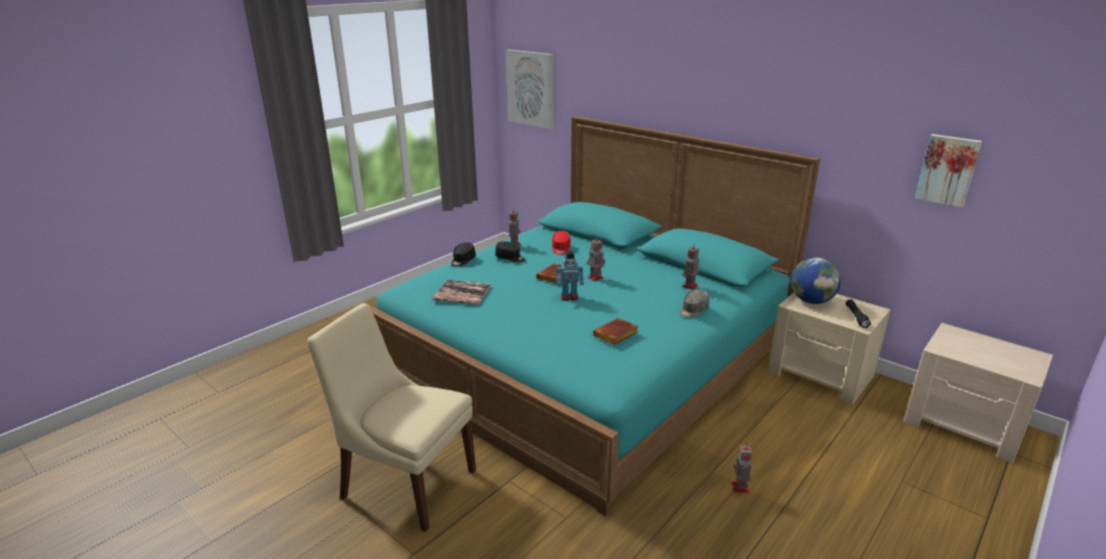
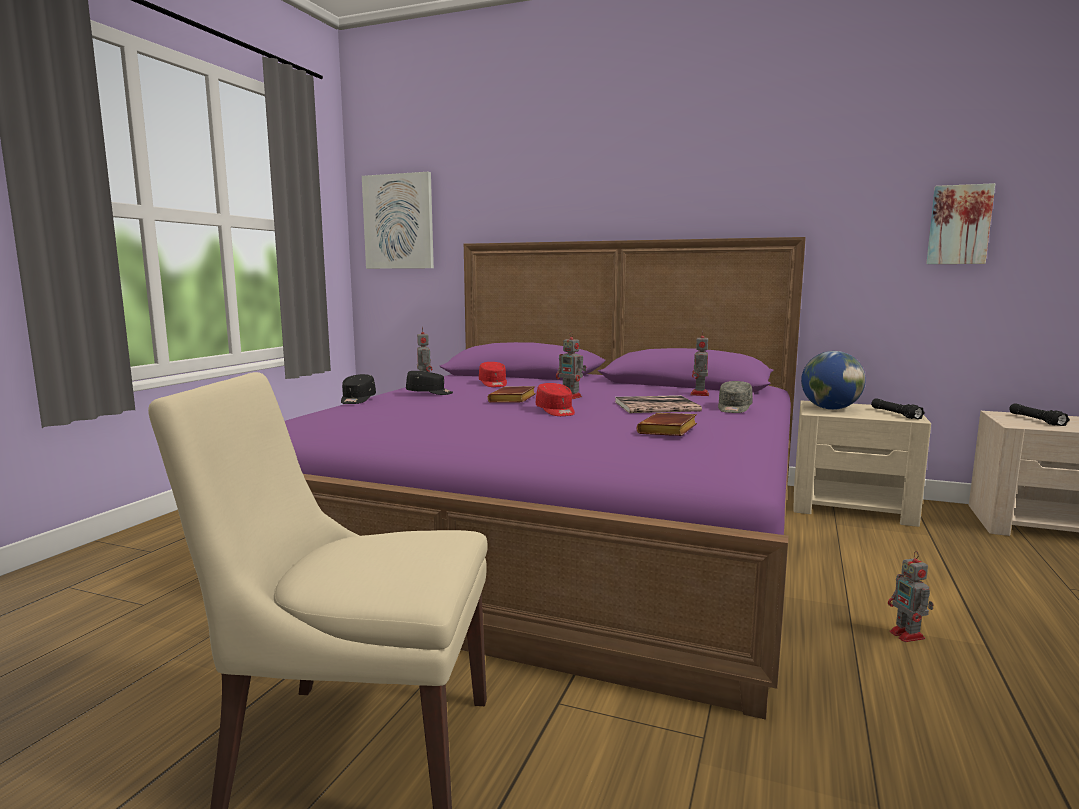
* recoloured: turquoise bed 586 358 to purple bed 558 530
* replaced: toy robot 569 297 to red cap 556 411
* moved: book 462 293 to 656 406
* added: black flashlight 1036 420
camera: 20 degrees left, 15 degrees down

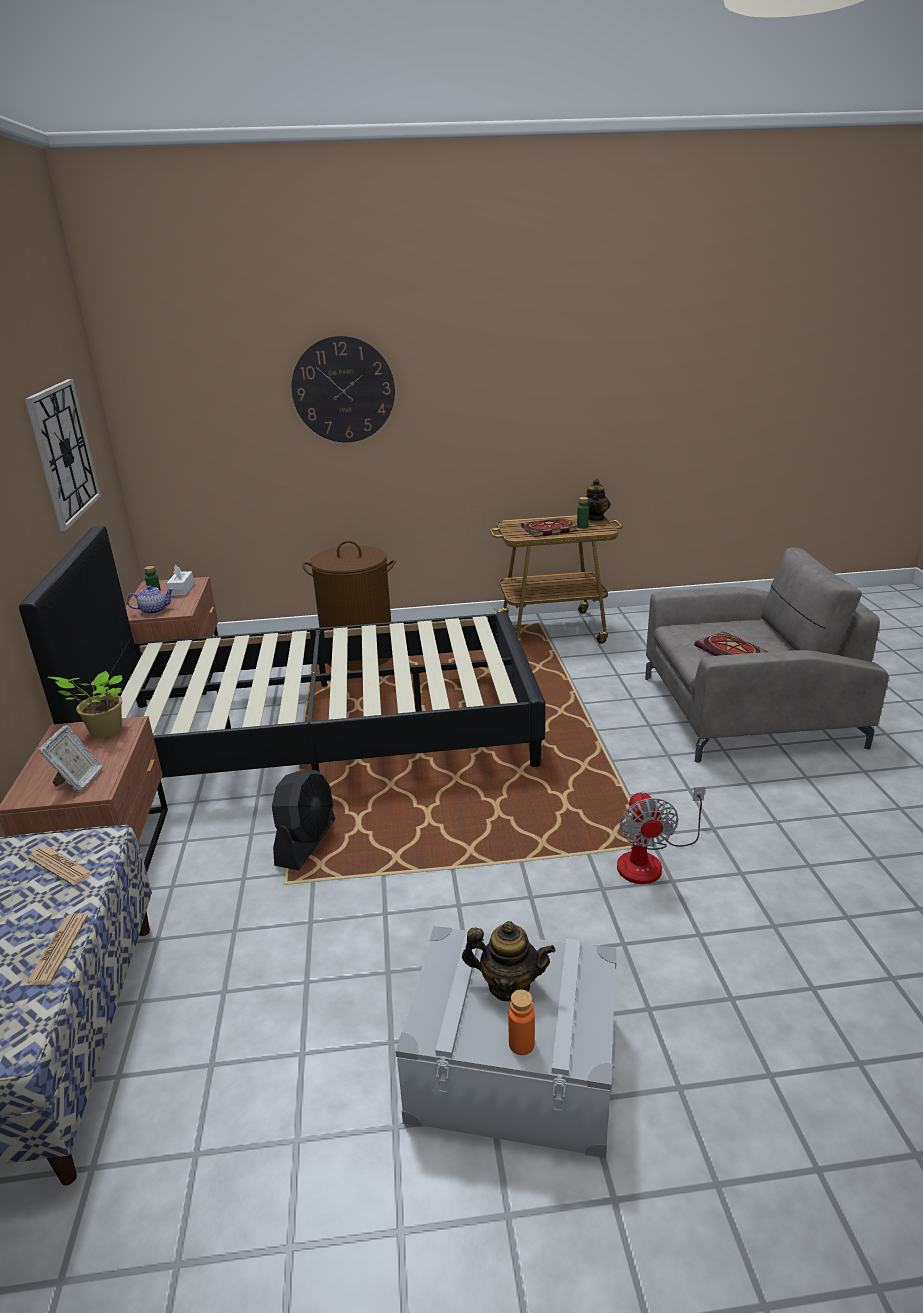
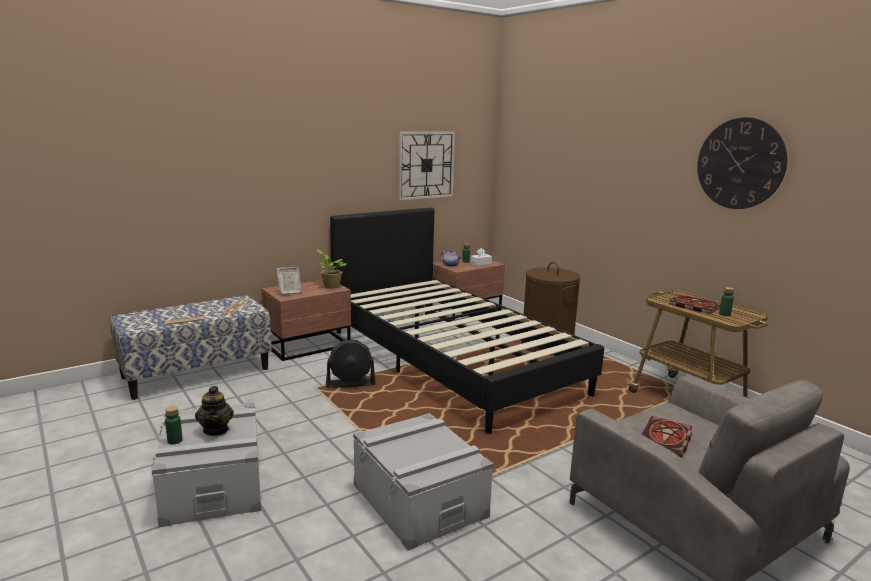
* recoloured: orange bottle 521 1044 to green bottle 175 441
* replaced: fan 650 860 to grey storage box 419 500
* moved: wall clock 343 390 to 740 163
* removed: teapot 595 518
camera: 60 degrees right, 10 degrees down

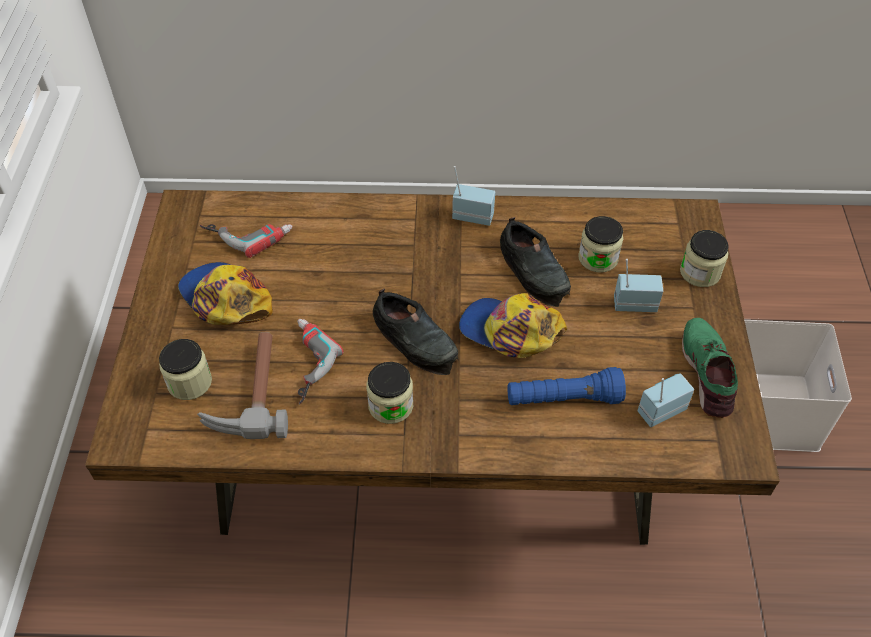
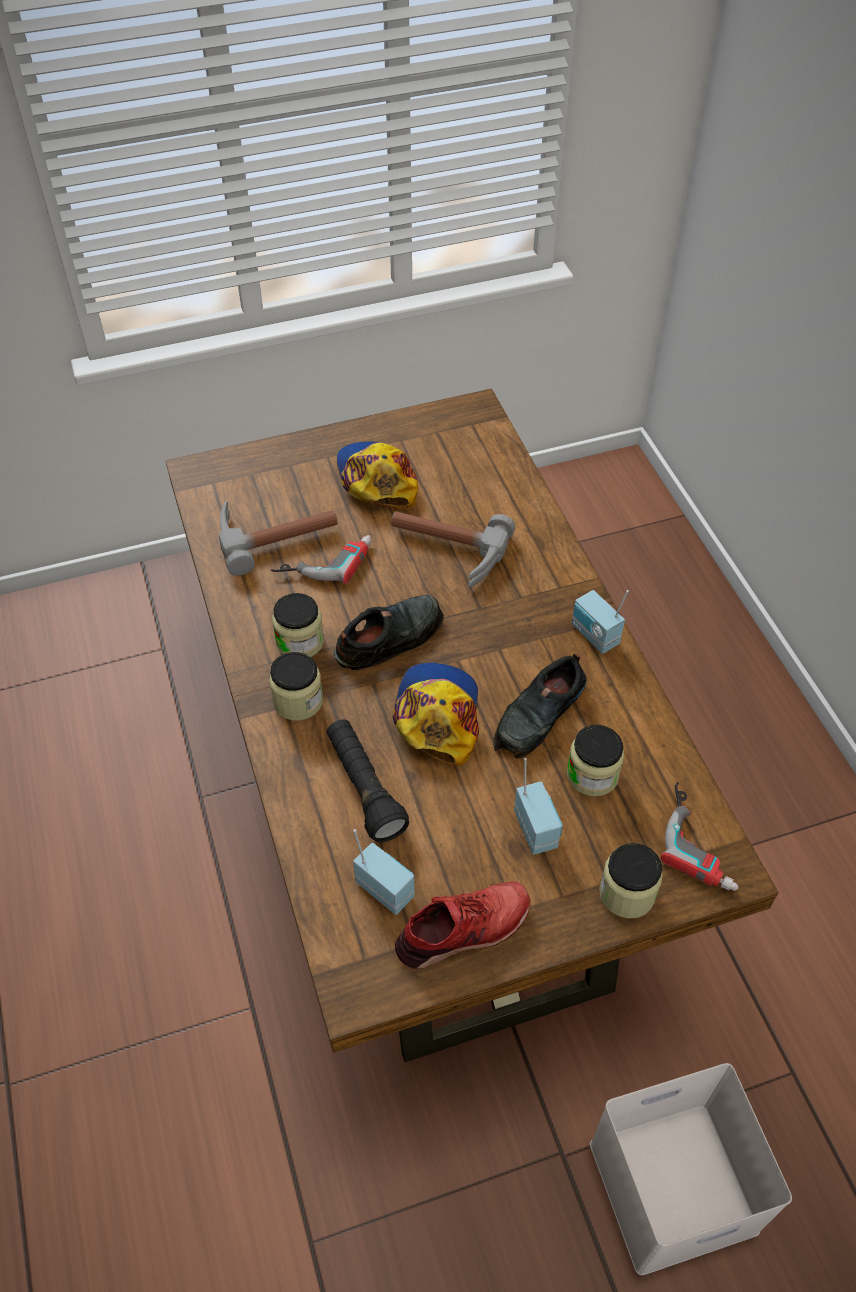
* moved: jar 189 382 to 298 701
* recoloured: blue flashlight 563 399 to black flashlight 364 788
* turned: black shoe 415 339 = 390 637 150 degrees counterclockwise
* turned: cap 225 299 = 376 479 45 degrees counterclockwise
* added: hammer 445 551
* recoloured: green shoe 708 372 to red shoe 463 931
* turned: radio 473 216 = 594 636 150 degrees clockwise
* moved: power drill 248 232 to 703 841
camera: 70 degrees right, 0 degrees up

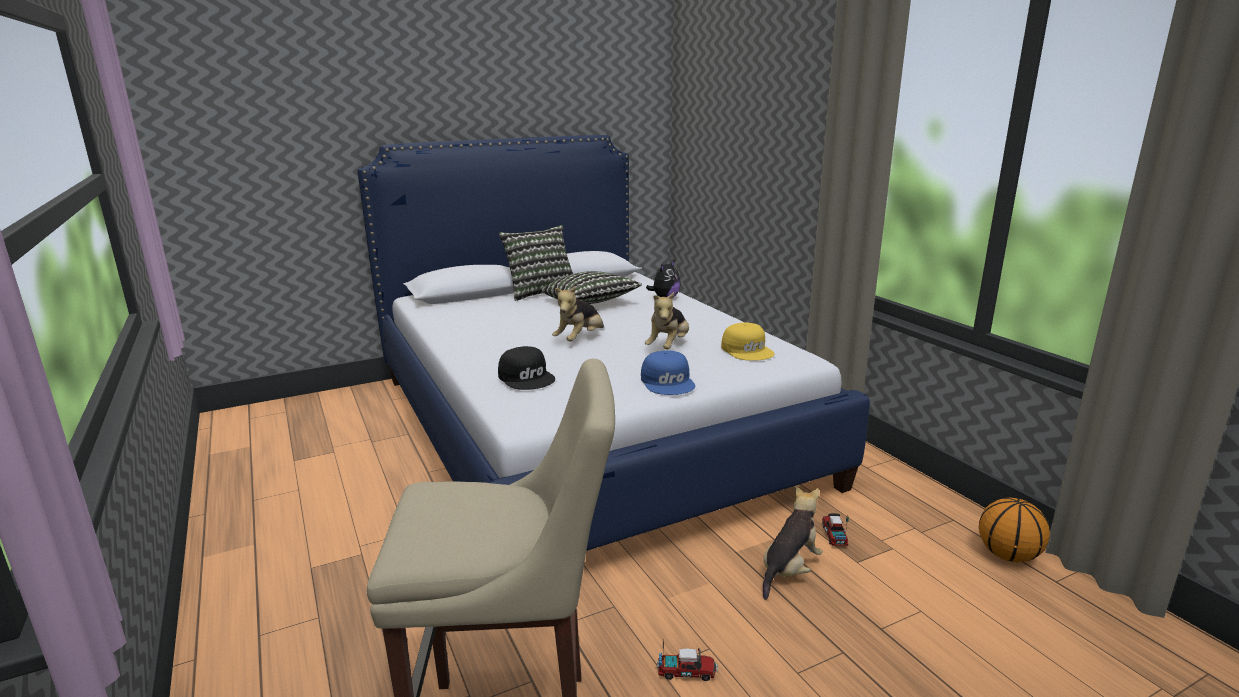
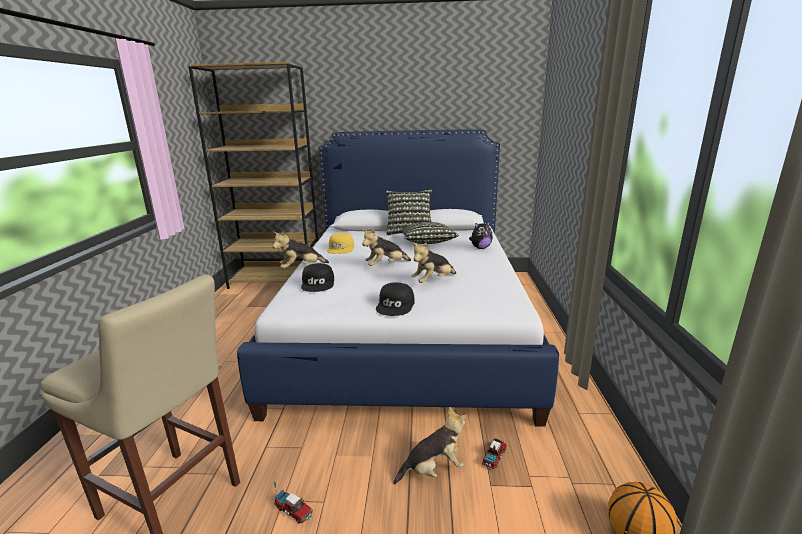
* added: brown bookcase 276 280
* added: plush toy 301 268
* moved: yellow cap 747 350 to 341 249
* recoloured: blue cap 668 382 to black cap 396 305
camera: 30 degrees right, 0 degrees up

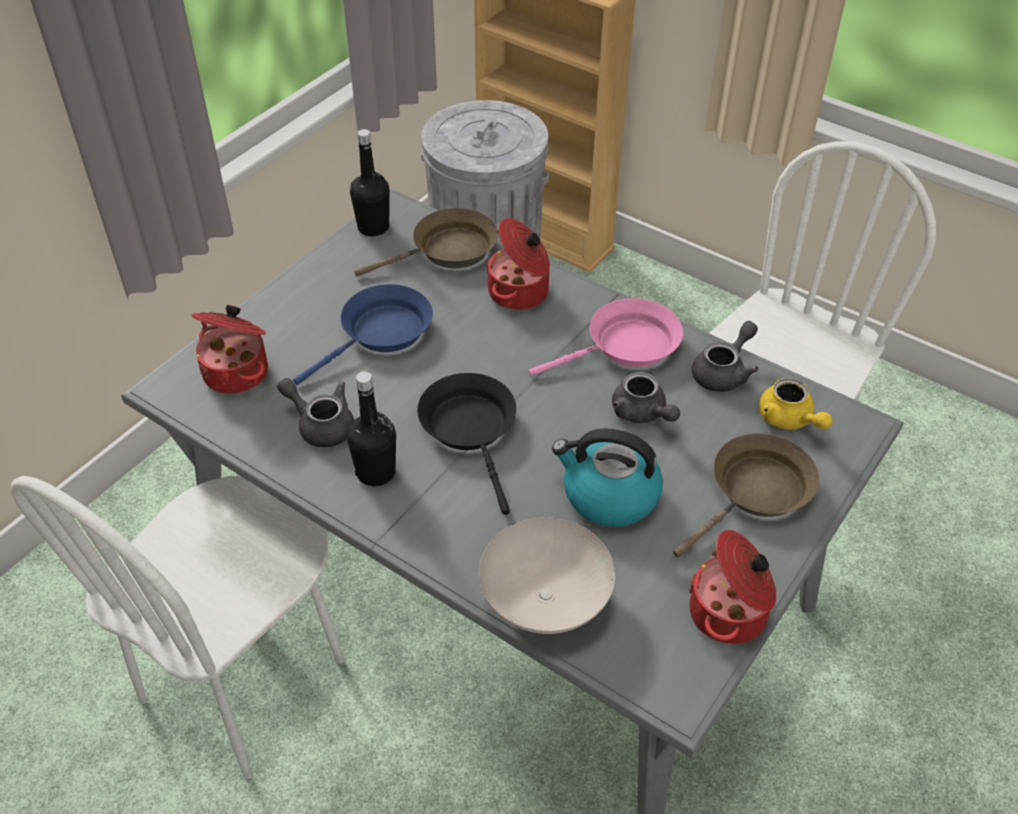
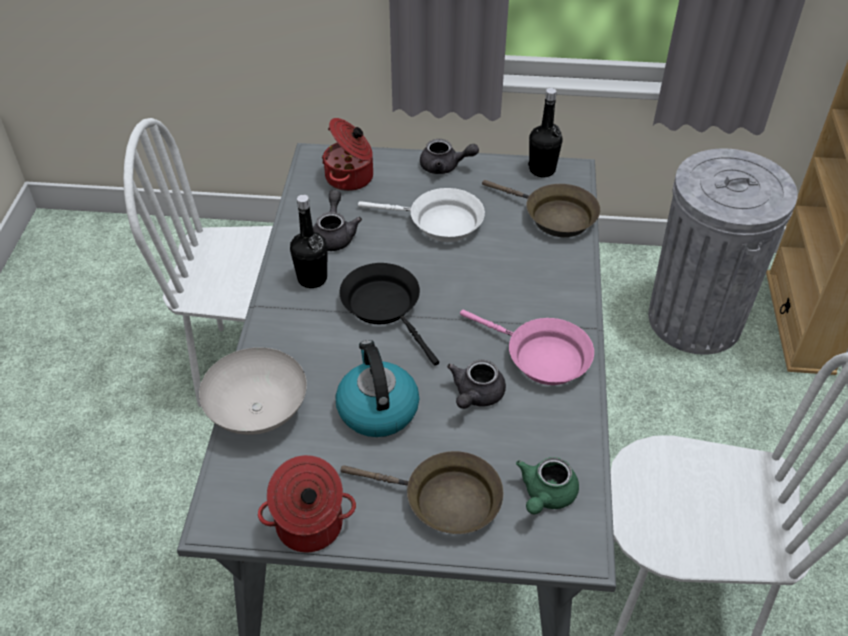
* turned: black frying pan 471 429 = 385 307 75 degrees counterclockwise
* recoloured: blue frying pan 381 334 to white frying pan 439 223
* moved: grey teapot 724 372 to 445 166
* recoloured: yellow teapot 789 420 to green teapot 545 495
* removed: cooking pot 520 293
camera: 60 degrees right, 0 degrees up

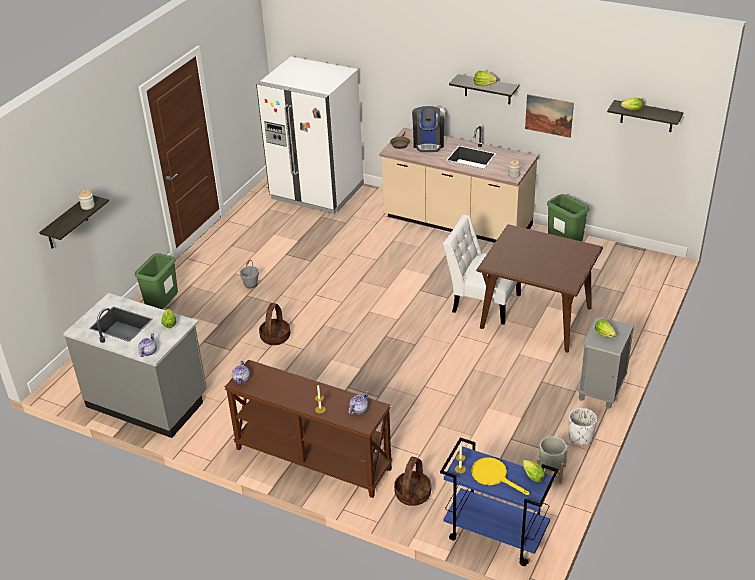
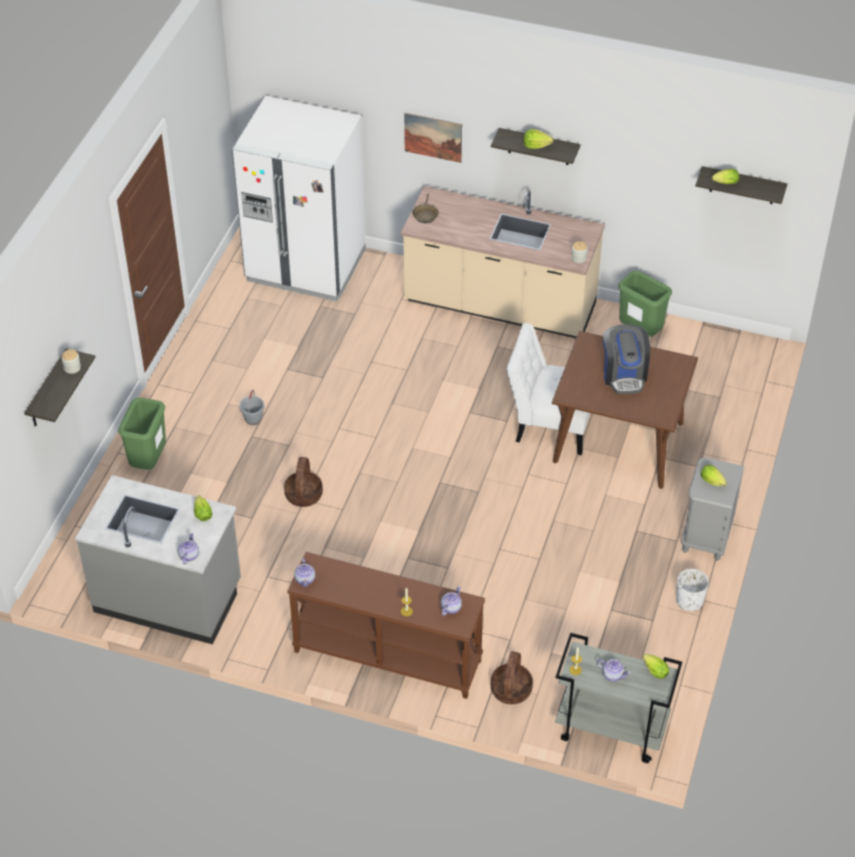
* moved: picture 549 115 to 433 137
* recoloured: blue cart 494 535 to grey cart 610 730
* replaced: yellow frying pan 493 476 to teapot 612 675
* moved: coffee machine 428 143 to 624 374
* removed: grey planter 550 472
camera: 10 degrees left, 10 degrees up

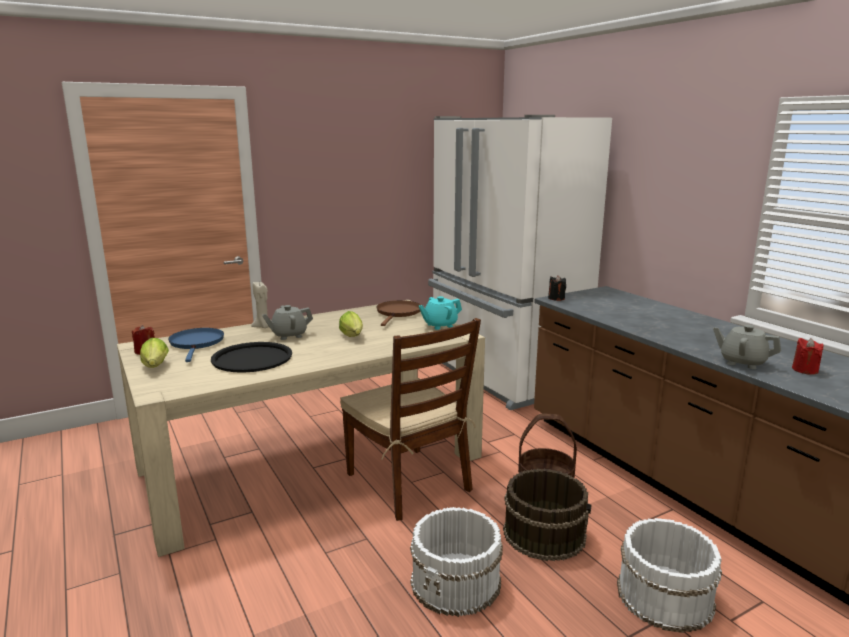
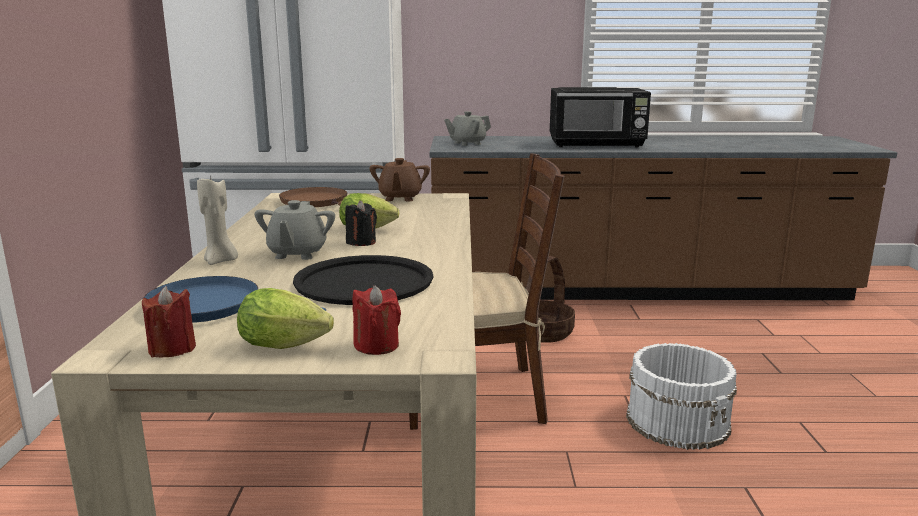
* moved: black candle 556 298 to 361 242
* moved: red candle 805 370 to 376 345
* recoloured: turquoise teapot 439 325 to brown teapot 400 198
* moved: grey teapot 742 362 to 467 143
* added: black microwave 597 144
* removed: brown bucket 544 533
* removed: white bucket 663 595
camera: 60 degrees left, 0 degrees up

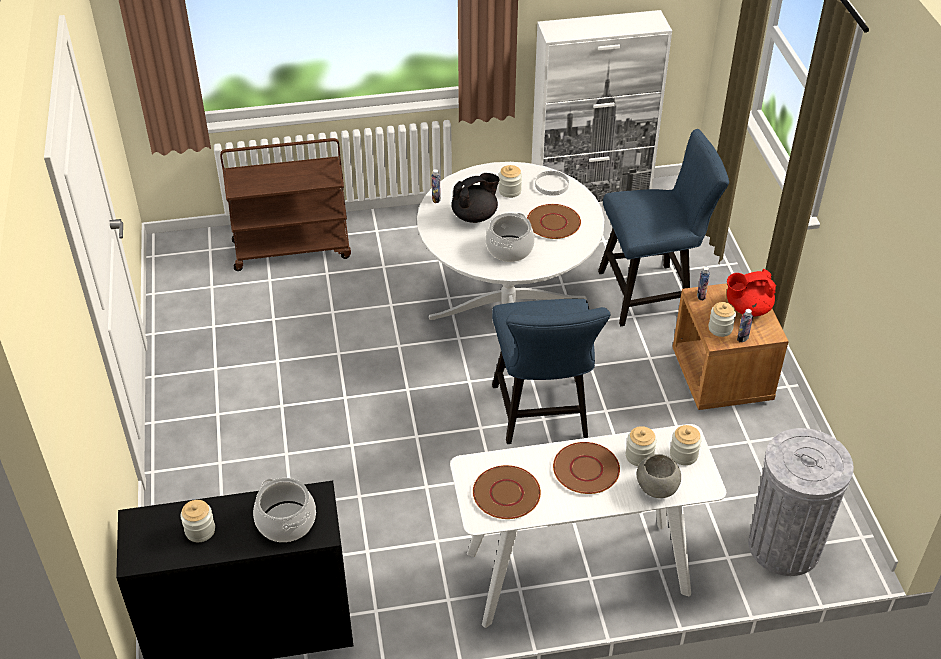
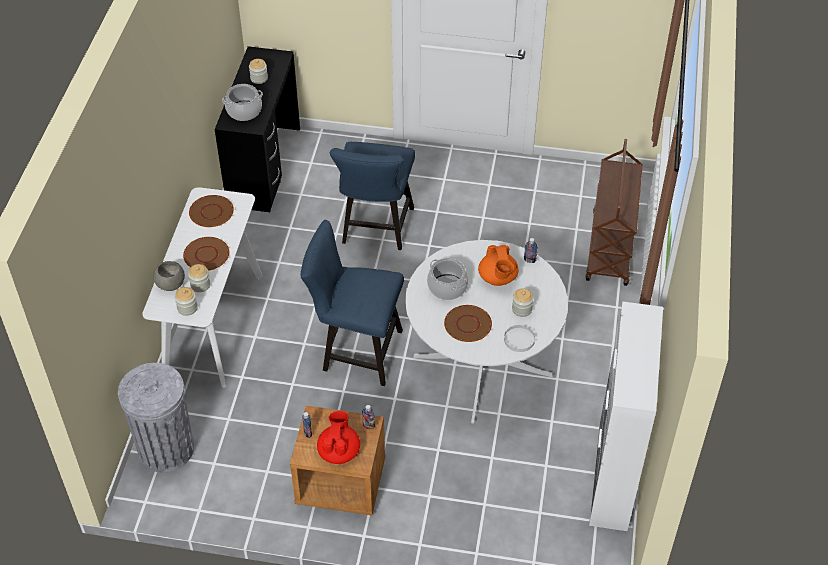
* moved: blue chair 651 292 to 375 230
* recoloured: black teapot 475 216 to orange teapot 498 278
* removed: jar 720 328
camera: 110 degrees right, 5 degrees up

